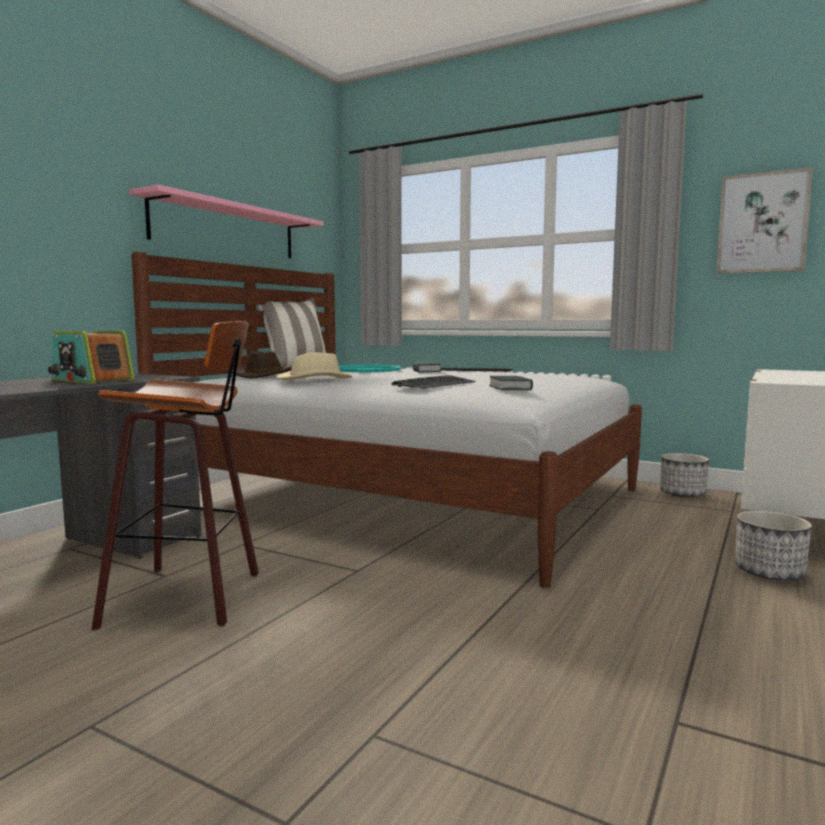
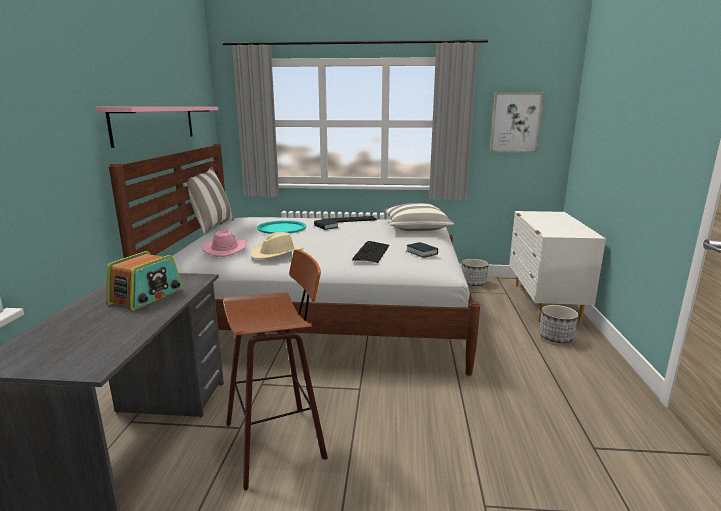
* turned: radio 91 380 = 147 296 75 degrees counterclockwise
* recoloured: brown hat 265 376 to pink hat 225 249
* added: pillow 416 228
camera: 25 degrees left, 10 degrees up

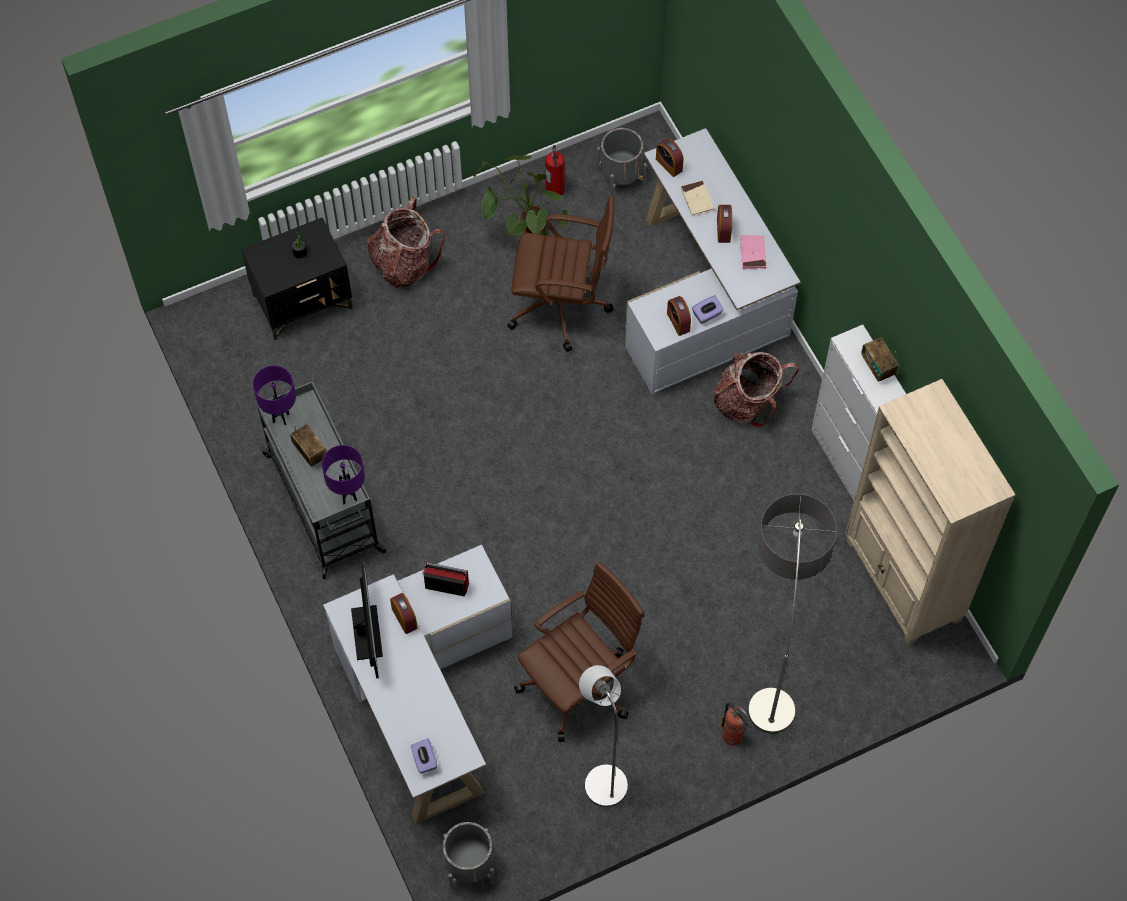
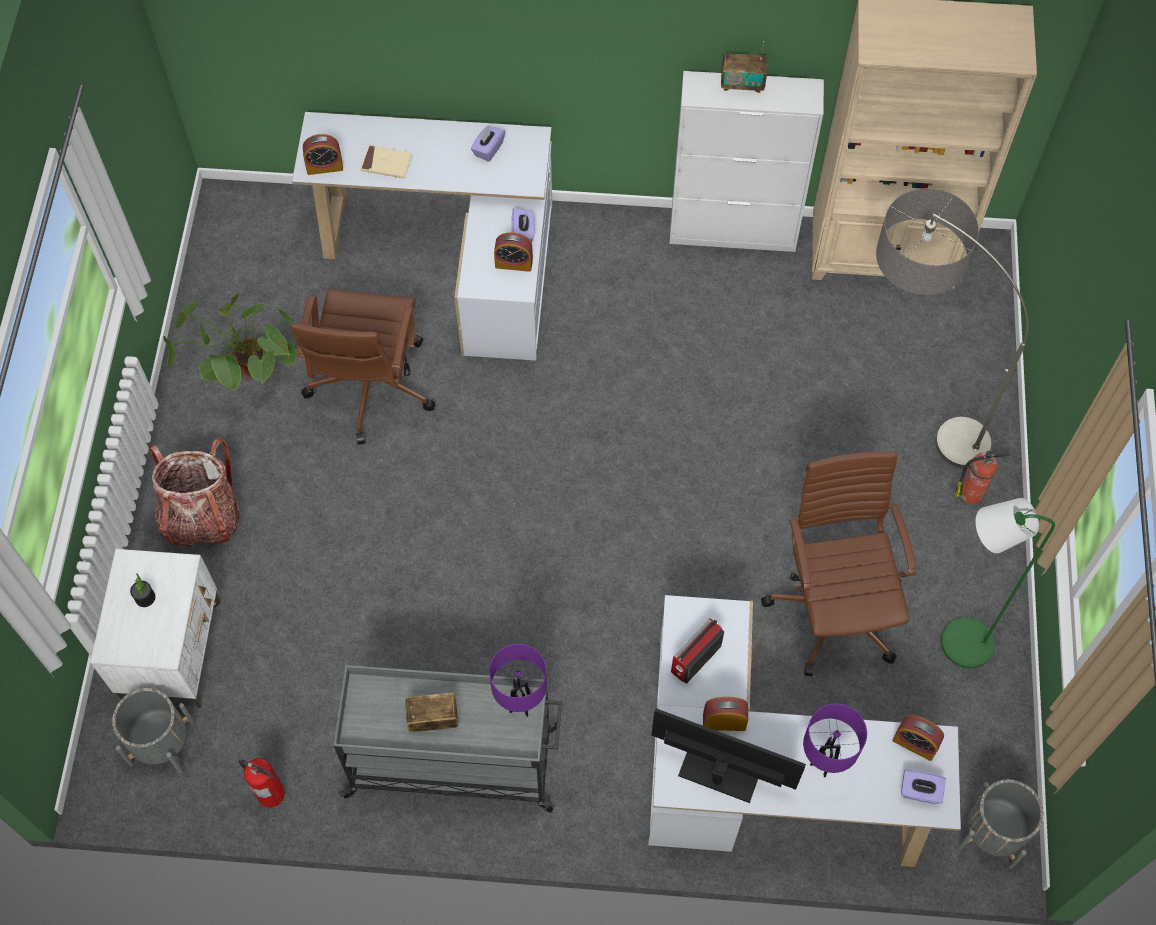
* recoloured: black nightstand 303 301 to white nightstand 172 650
* moved: grey planter 620 177 to 162 743
* moved: fire extinguisher 555 189 to 270 793
* turned: brown office chair 562 306 = 370 389 150 degrees clockwise
* replaced: pink book 752 253 to purple tissue box 488 149
* moved: purple table lamp 281 418 to 823 763
* moved: alarm clock 723 230 to 915 743
* recoloured: grey floor lamp 602 778 to green floor lamp 956 642
* removed: backpack 748 402
camera: 60 degrees left, 0 degrees up

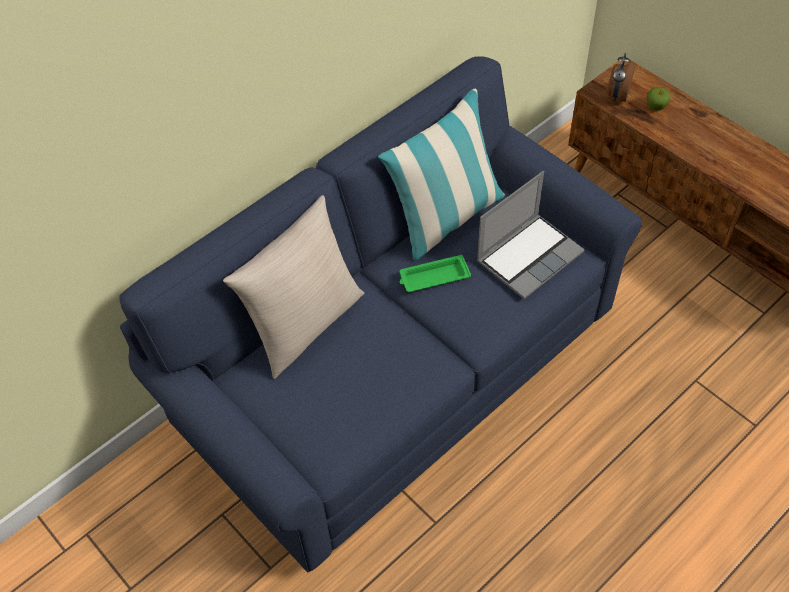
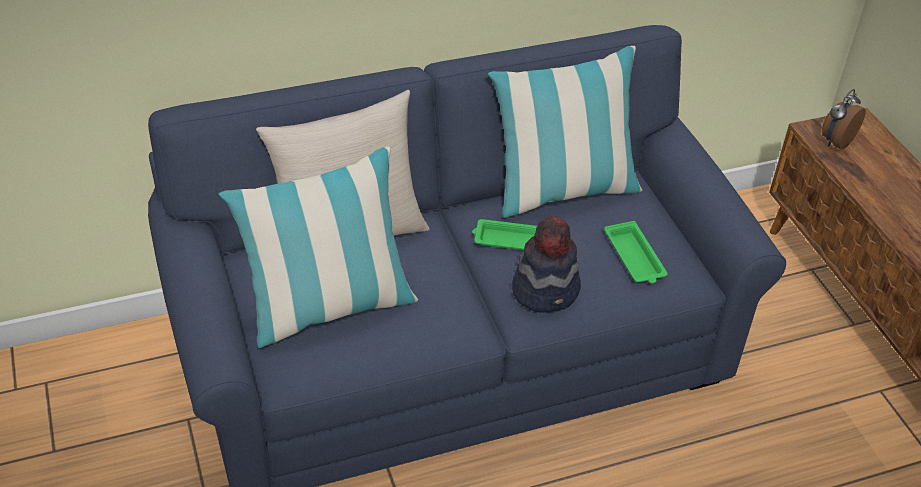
* added: pillow 328 308
* added: hat 546 289
* replaced: laptop 529 256 to green tray 635 257
* removed: apple 656 107
camera: 20 degrees right, 10 degrees down

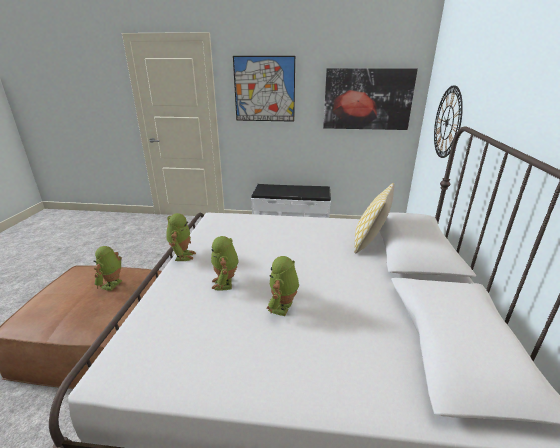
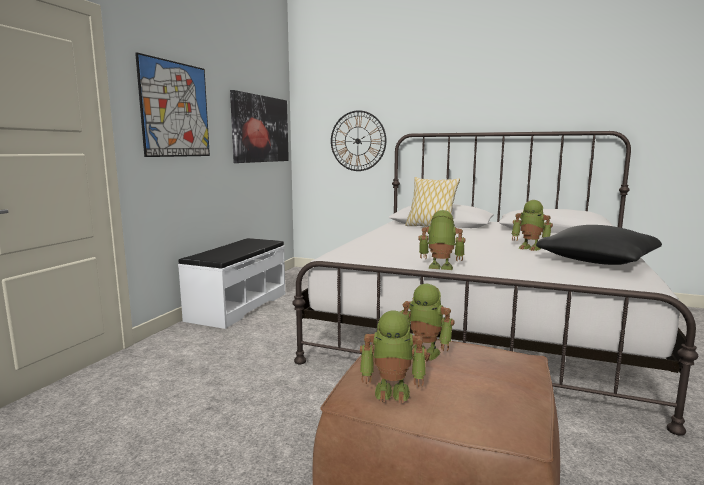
* moved: toy robot 226 283 to 392 390
* added: black pillow 597 261
camera: 75 degrees left, 15 degrees down

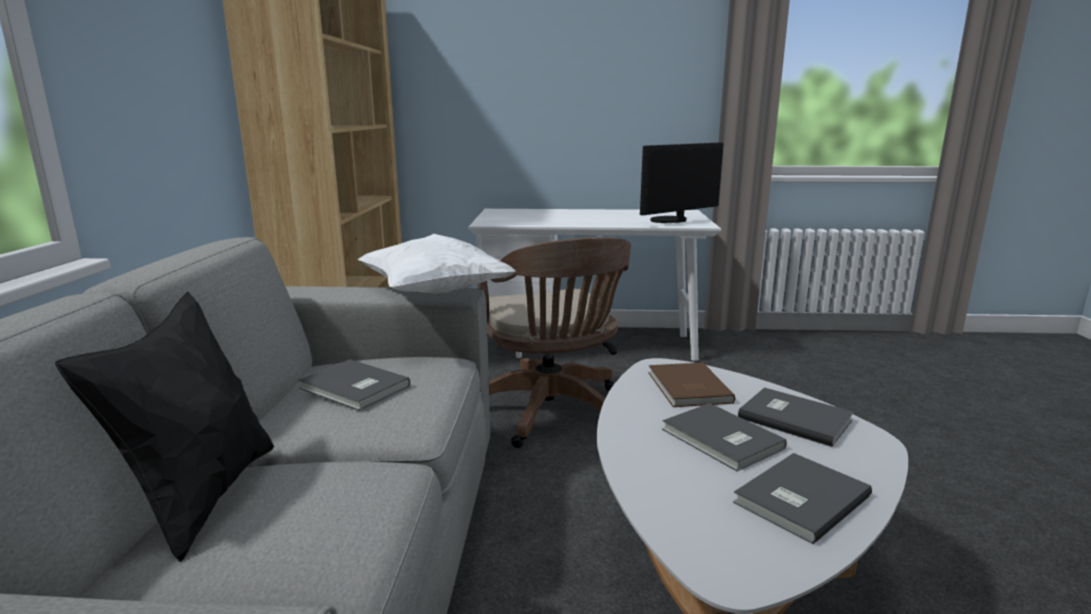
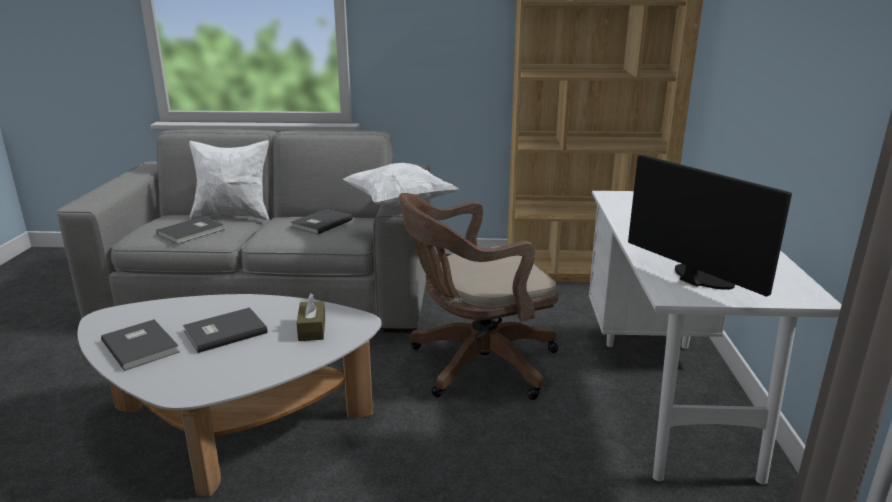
* moved: grey book 794 418 to 192 232
* recoloured: black pillow 201 497 to white pillow 233 216
* replaced: brown book 687 388 to brown tissue box 312 329
camera: 90 degrees right, 5 degrees up

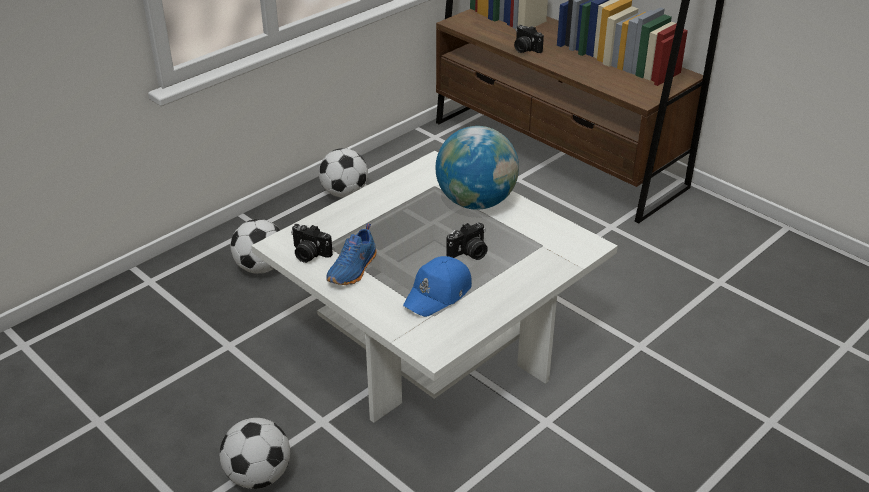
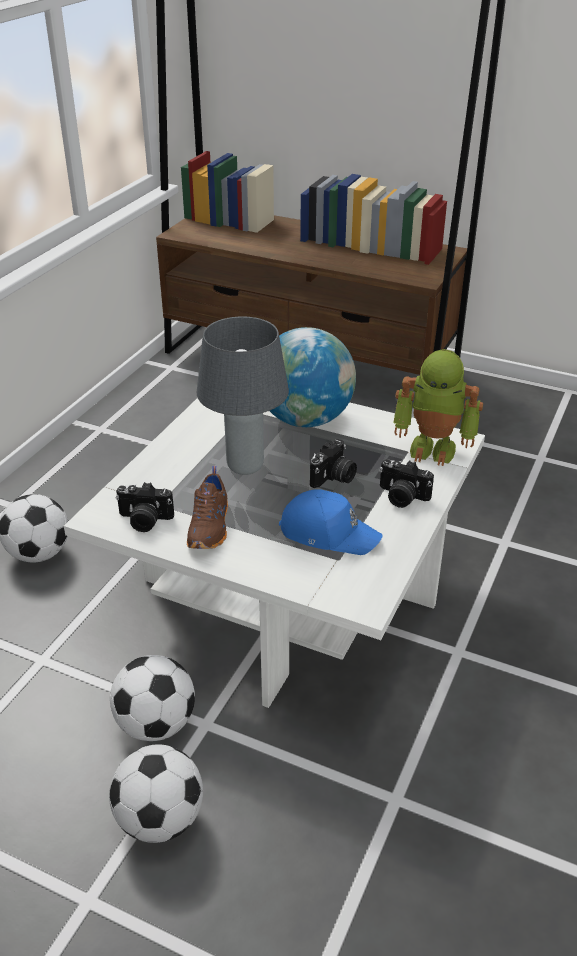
* moved: football 344 193 to 156 724
* recoloured: blue shoe 353 269 to brown shoe 210 527
* added: grey table lamp 244 467
* turned: blue cap 438 294 = 328 532 90 degrees counterclockwise
* moved: photo camera 525 49 to 401 497
* added: toy robot 434 447
camera: 20 degrees left, 0 degrees up

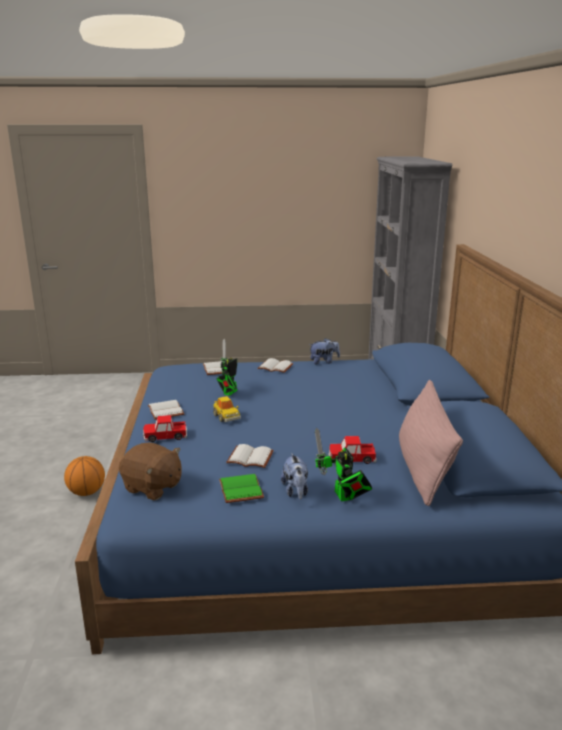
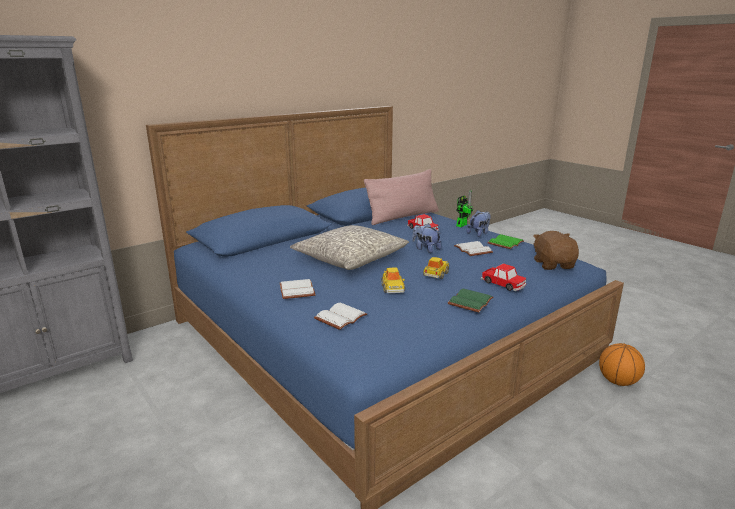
* added: grey pillow 350 258
* replaced: toy robot 229 393 to toy car 393 288
* moved: plush toy 324 362 to 425 249
* recoloured: white book 167 411 to green book 469 301
* moved: basketball 87 492 to 618 381
camera: 125 degrees left, 0 degrees up

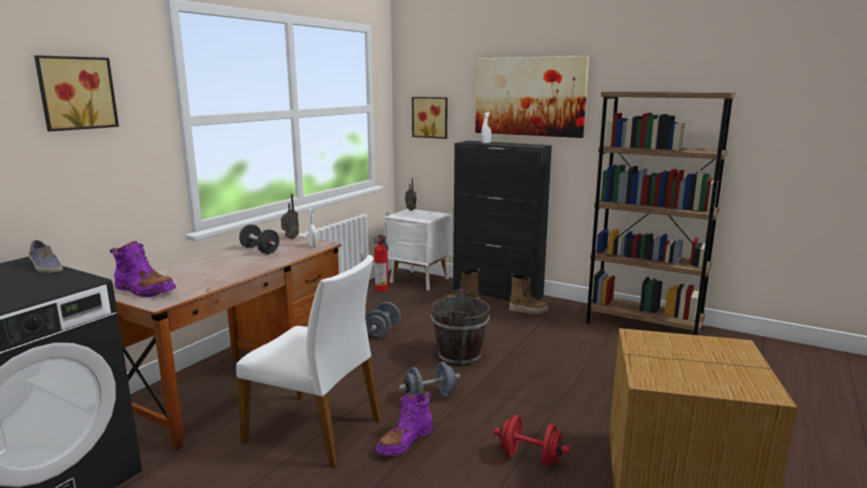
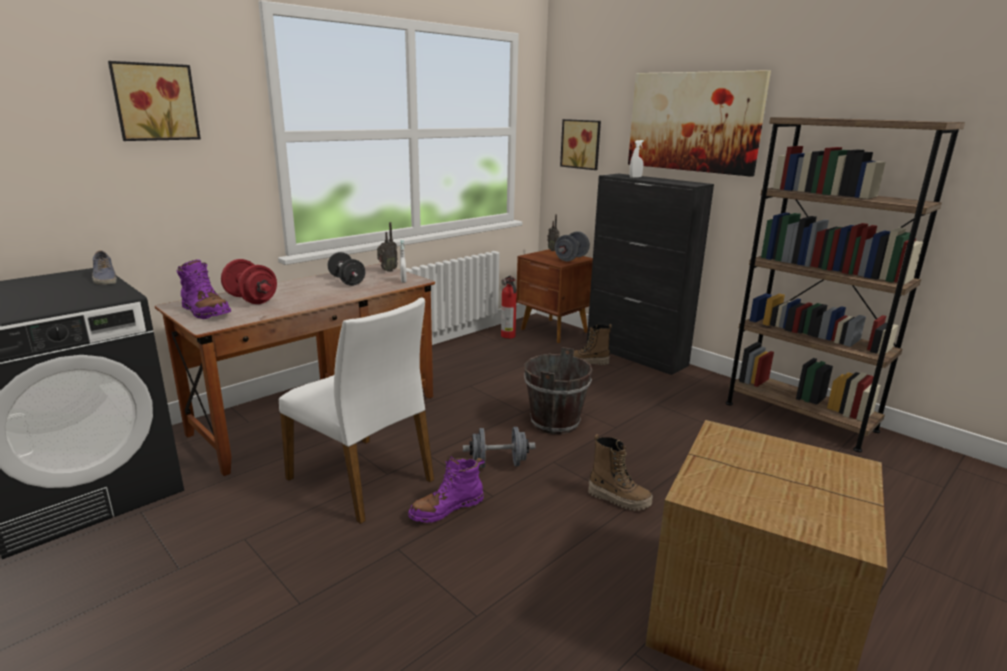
* moved: red dumbbell 530 458 to 251 299
* recoloured: white nightstand 419 281 to brown nightstand 554 331
* moved: grey dumbbell 383 331 to 571 258
* moved: boot 528 311 to 619 499
camera: 15 degrees right, 5 degrees up

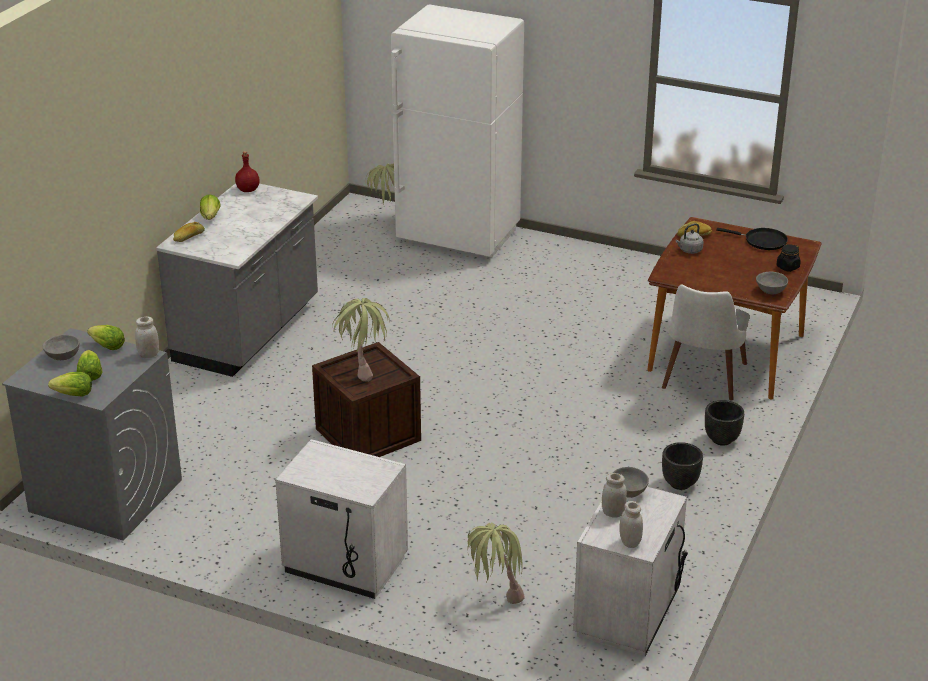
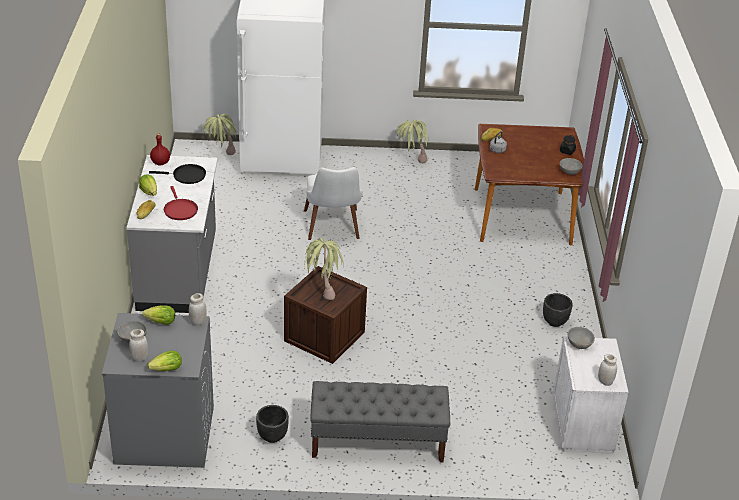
* moved: white jar 613 513 to 139 358
* moved: black frying pan 762 241 to 186 176
* added: red frying pan 180 210
* moved: black planter 721 440 to 272 437
* moved: white chair 701 382 to 333 229
* replaced: white nightstand 344 565 to grey bench 377 442
* moved: potted plant 494 597 to 411 162
* removed: lettuce 90 375
camera: 25 degrees left, 5 degrees up

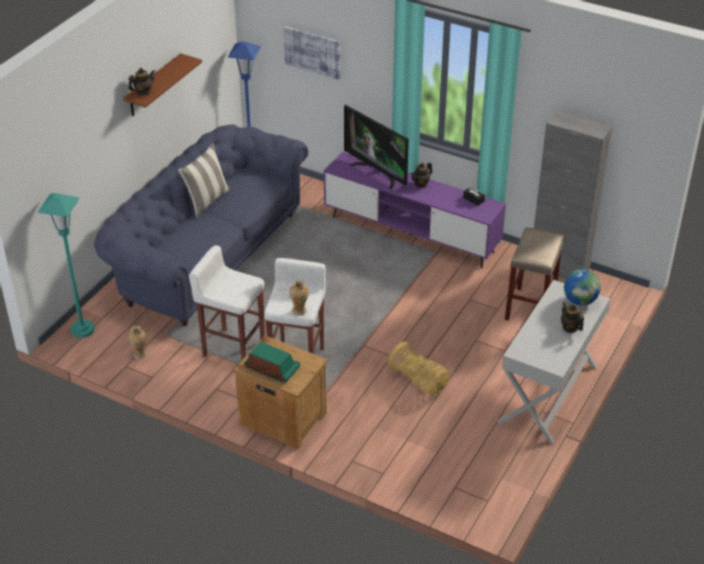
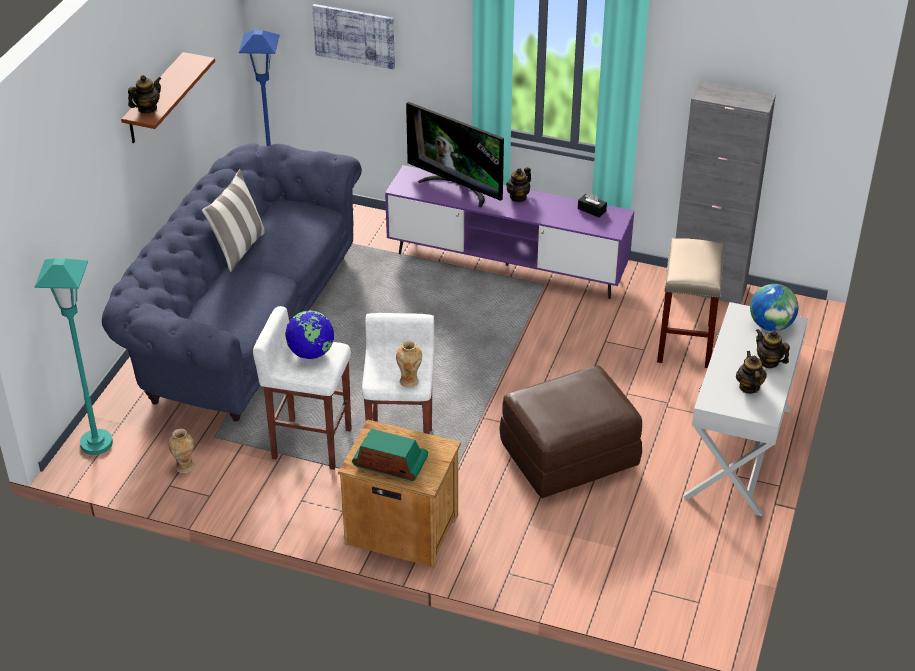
* added: globe 311 353
* replaced: basket 419 381 to brown ottoman 568 456
* added: teapot 749 387
camera: 10 degrees left, 0 degrees up

